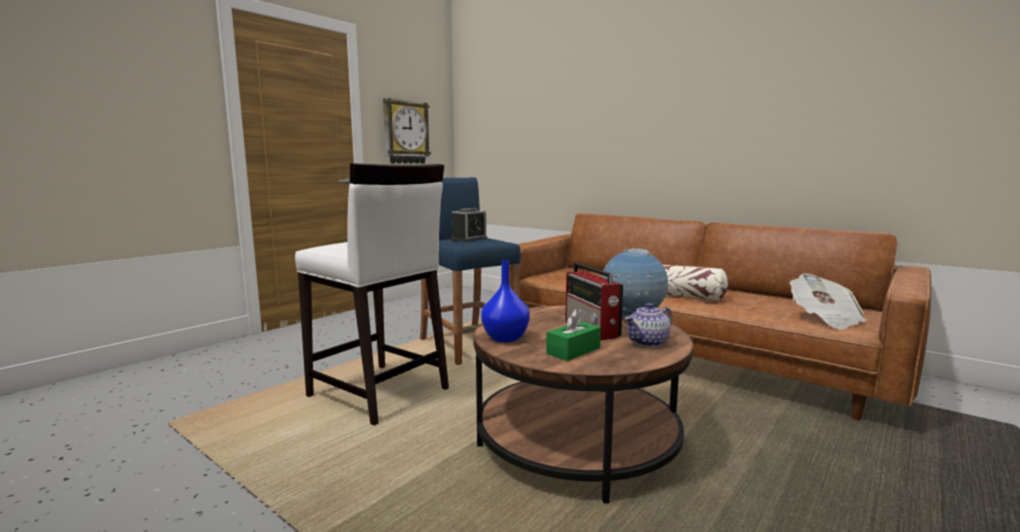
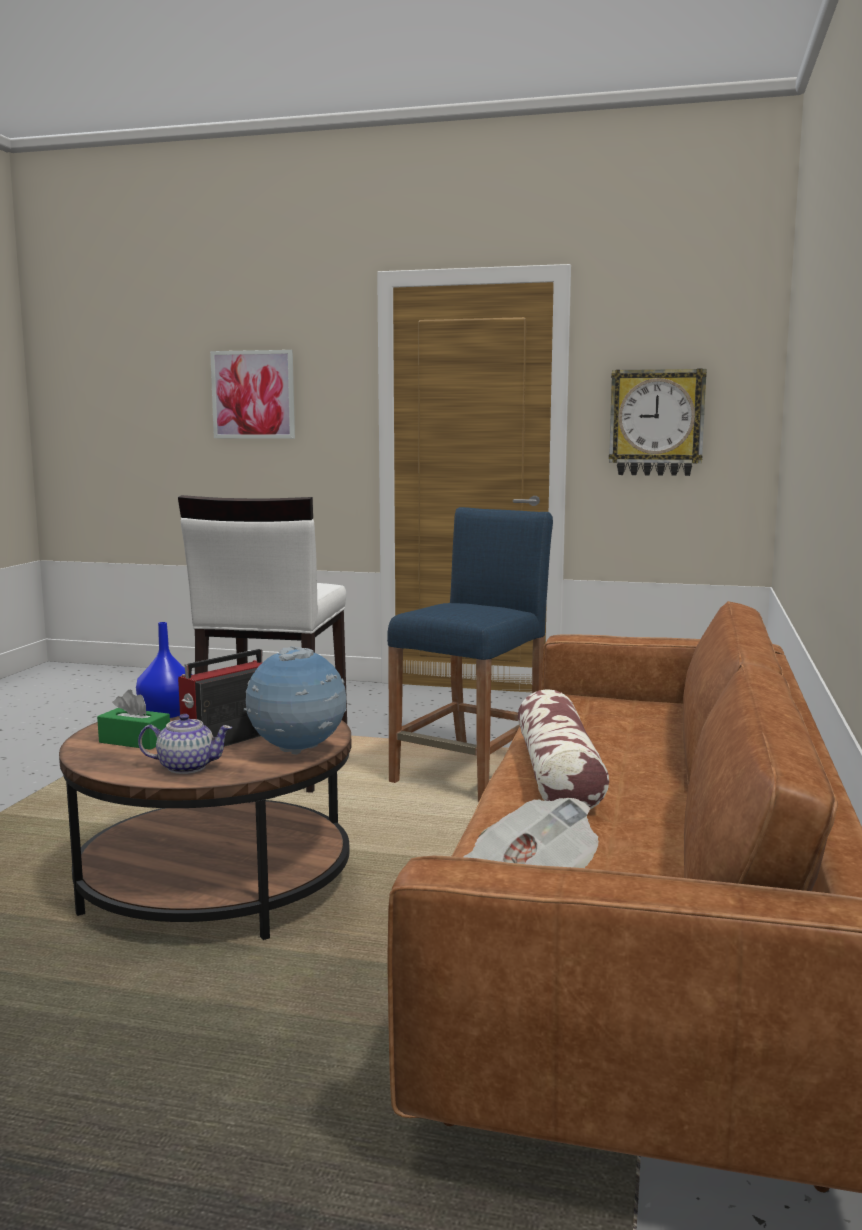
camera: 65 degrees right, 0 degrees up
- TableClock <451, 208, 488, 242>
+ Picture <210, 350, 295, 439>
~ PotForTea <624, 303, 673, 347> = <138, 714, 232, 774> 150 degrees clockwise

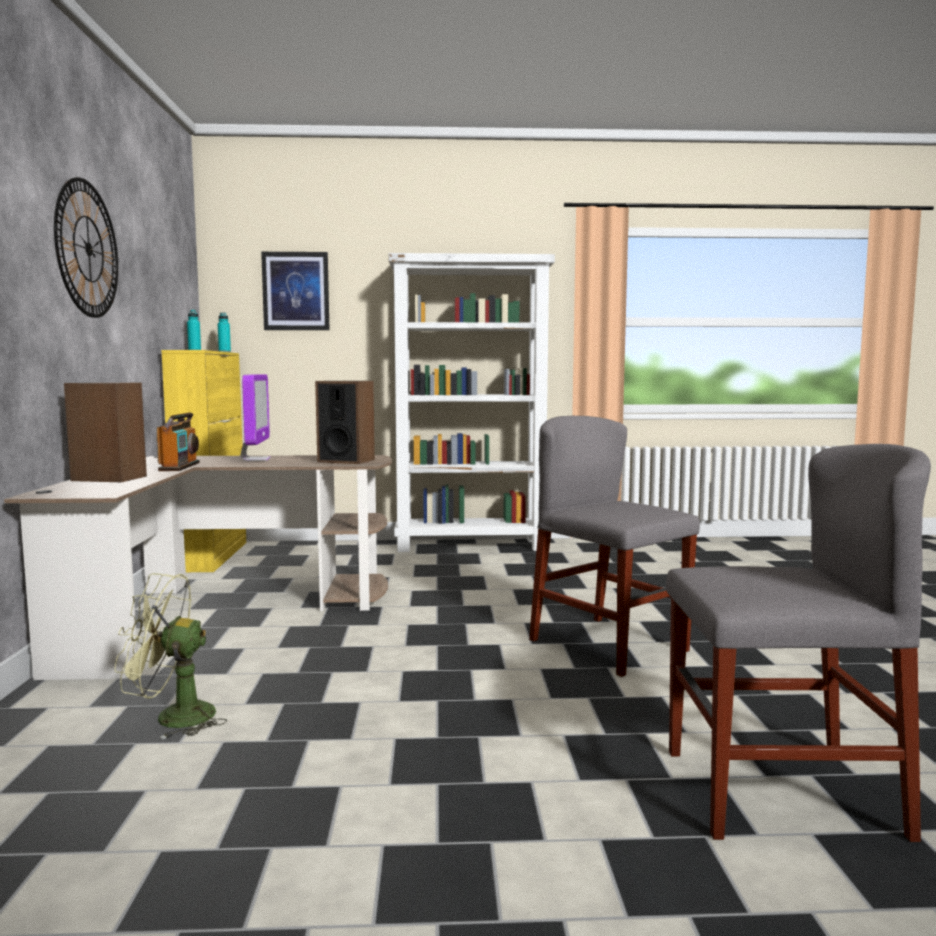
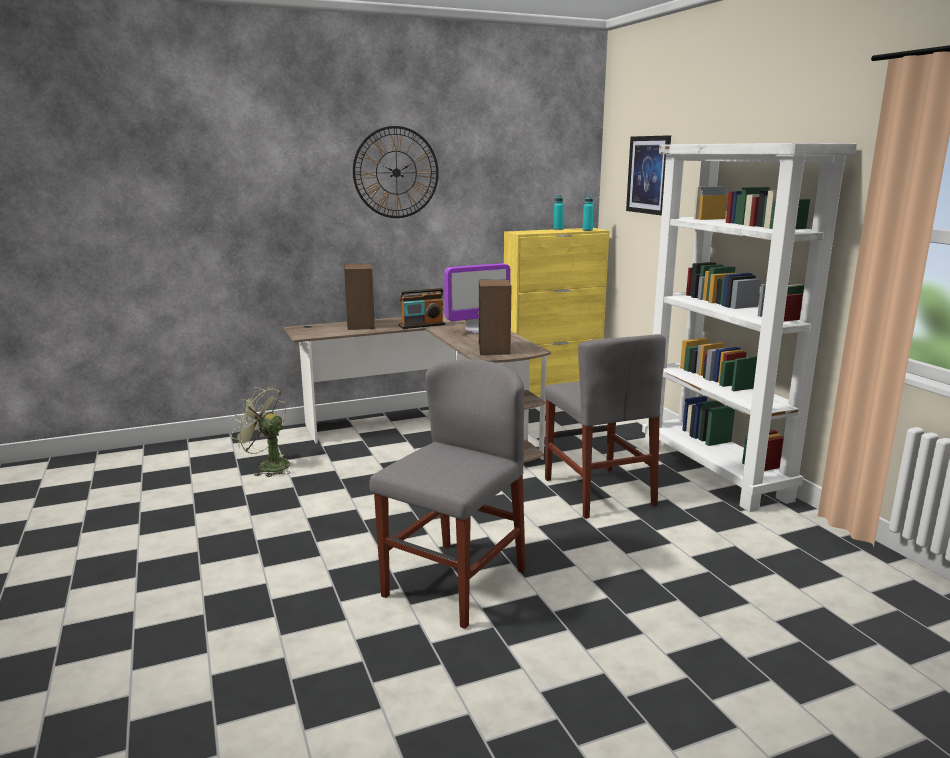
camera: 70 degrees right, 10 degrees up
~ GreyChair <666, 444, 931, 842> to <545, 334, 666, 519>
~ GreenElectricFan <114, 573, 227, 740> = <231, 387, 290, 477> 45 degrees counterclockwise

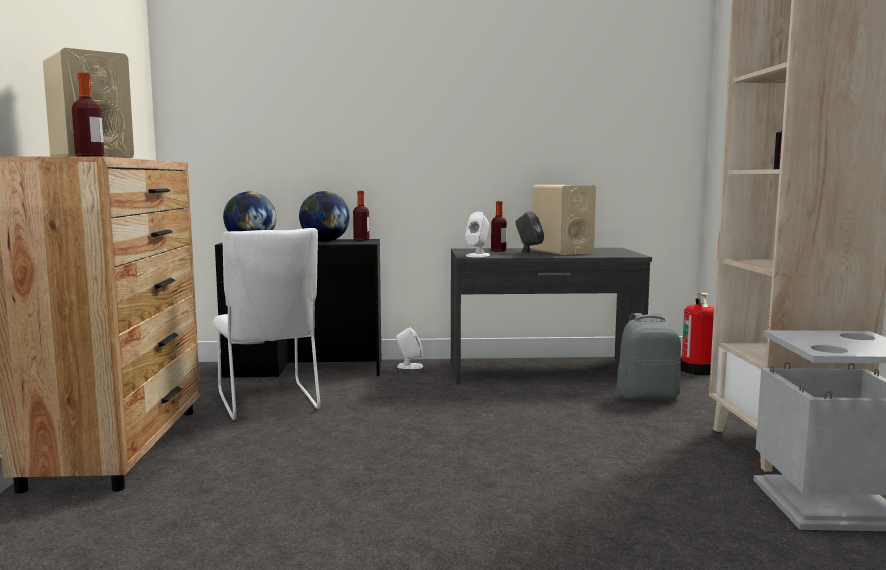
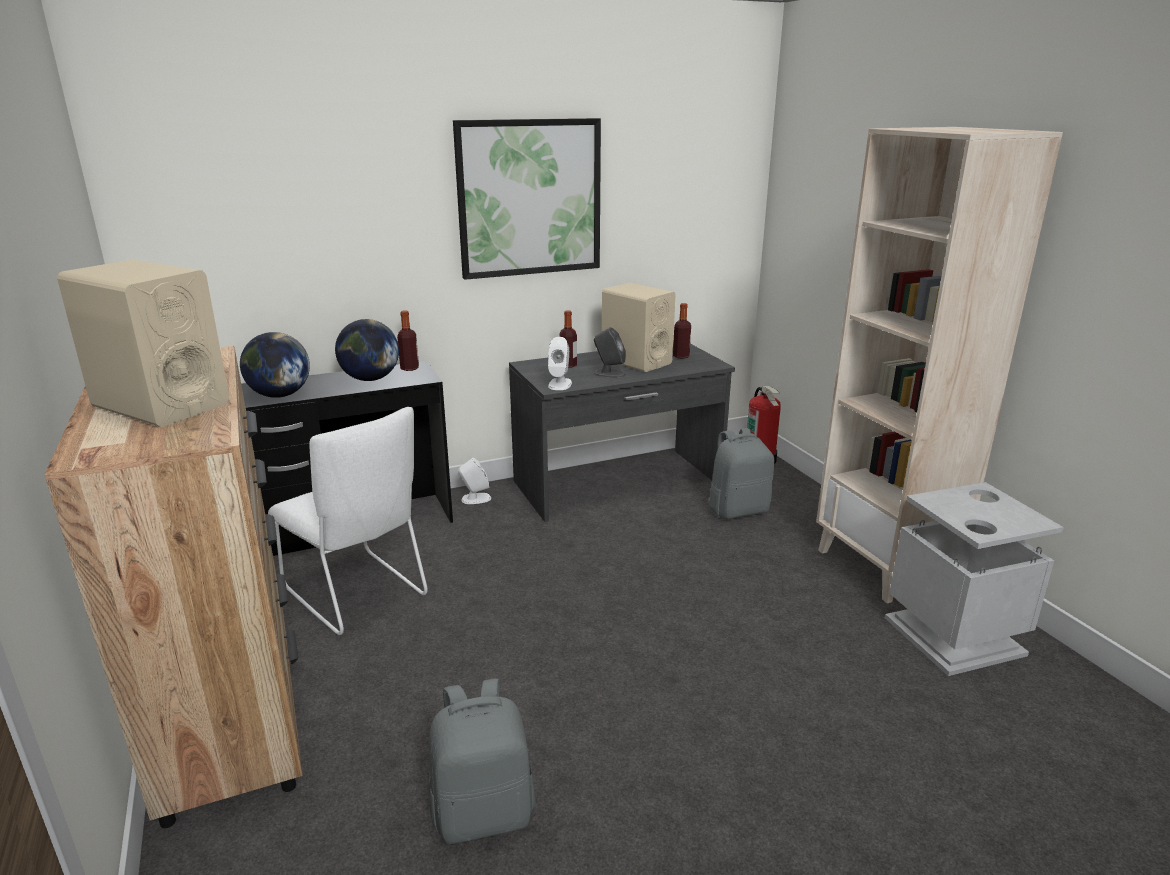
camera: 20 degrees left, 15 degrees up
+ GreyRucksack <429, 678, 536, 844>
+ Picture <453, 118, 601, 280>
~ Bottle <72, 73, 104, 157> to <673, 303, 691, 359>

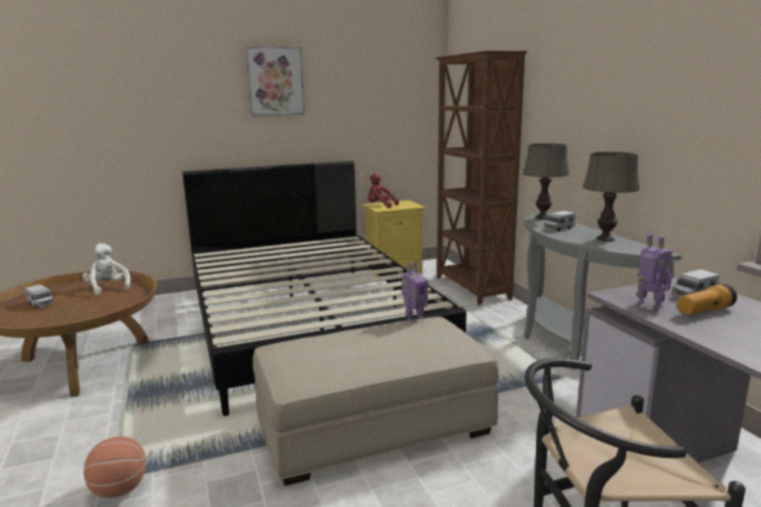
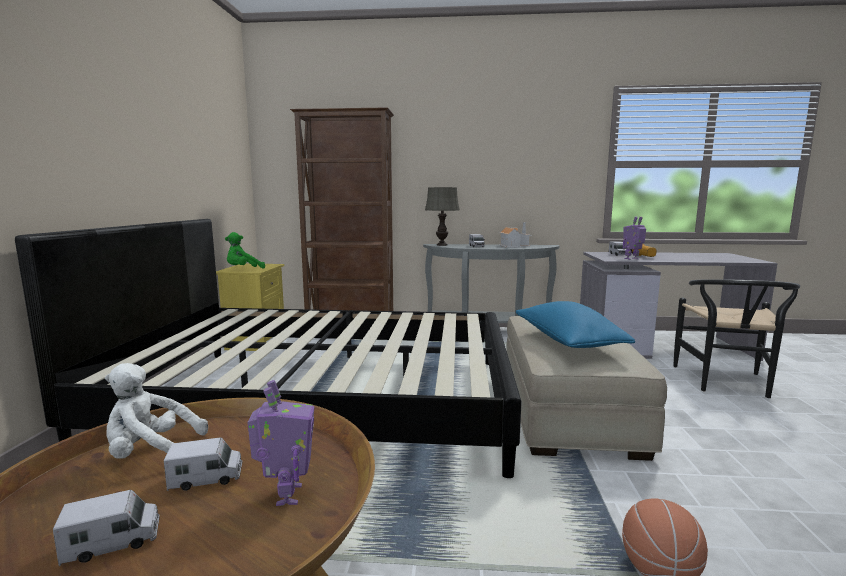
camera: 65 degrees left, 5 degrees down
- Picture <246, 46, 305, 116>
+ ToyTruck <164, 437, 242, 491>
+ BluishCushion <516, 301, 635, 348>
~ RobotFigure <402, 261, 428, 323> to <247, 380, 314, 506>
~ GreyTabletopLamp <583, 152, 640, 242> to ModelHouse <499, 222, 532, 248>
~ RedCuddlyToy <368, 173, 399, 208> to GreenCuddlyToy <225, 232, 265, 268>

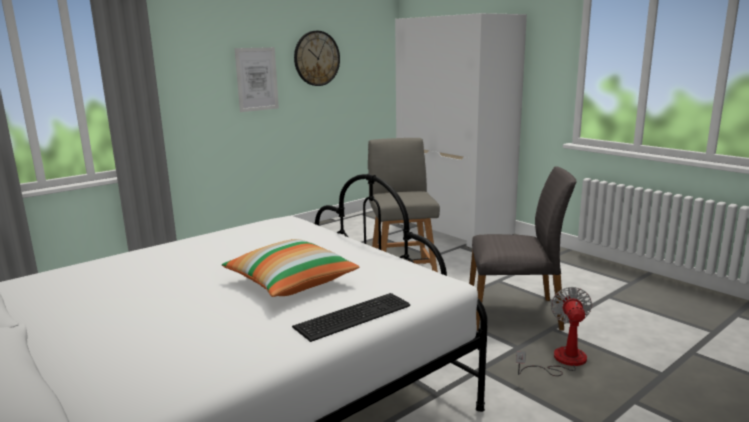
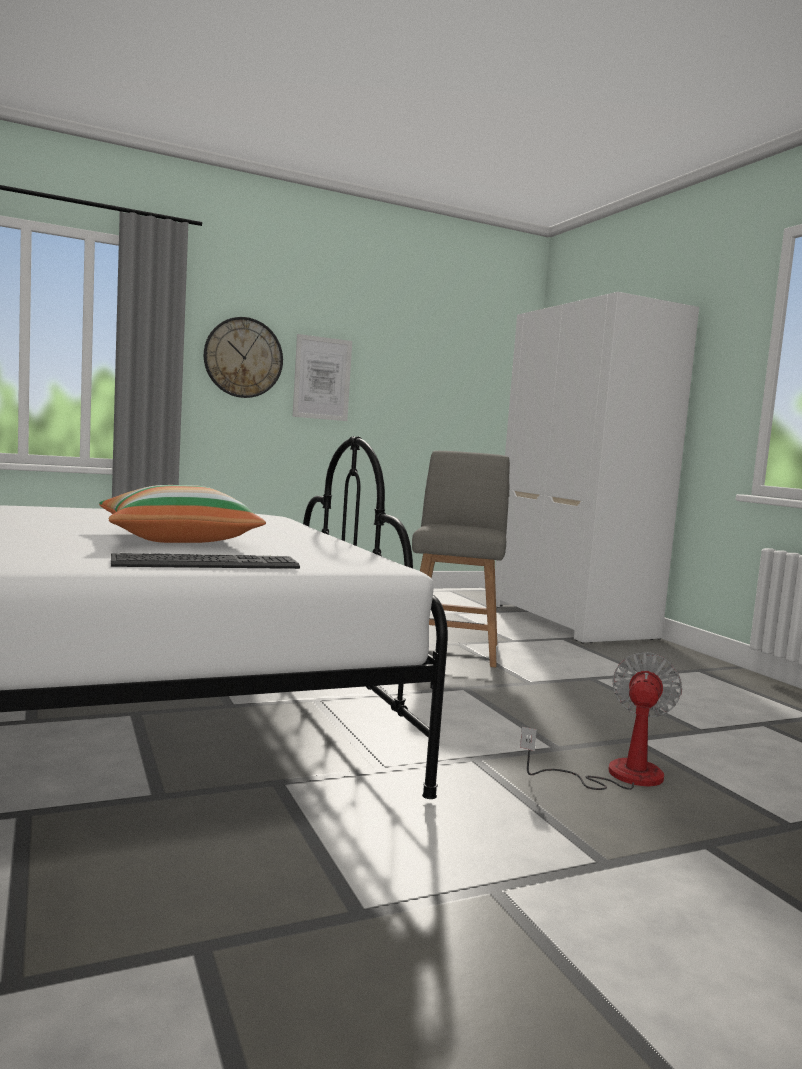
camera: 15 degrees right, 10 degrees down
- GreyChair <469, 167, 576, 331>
~ WallClock <294, 31, 340, 86> to <204, 317, 283, 398>

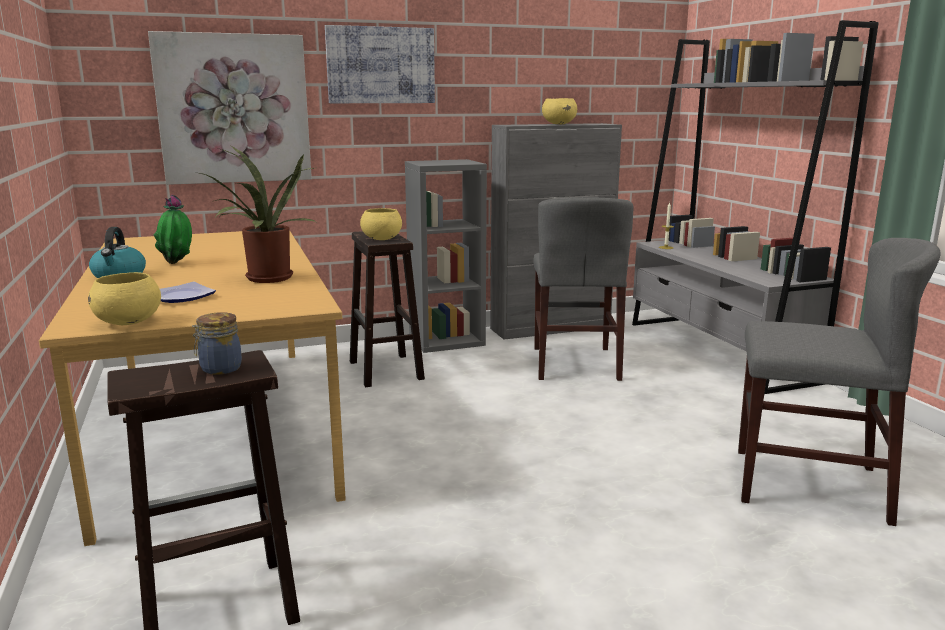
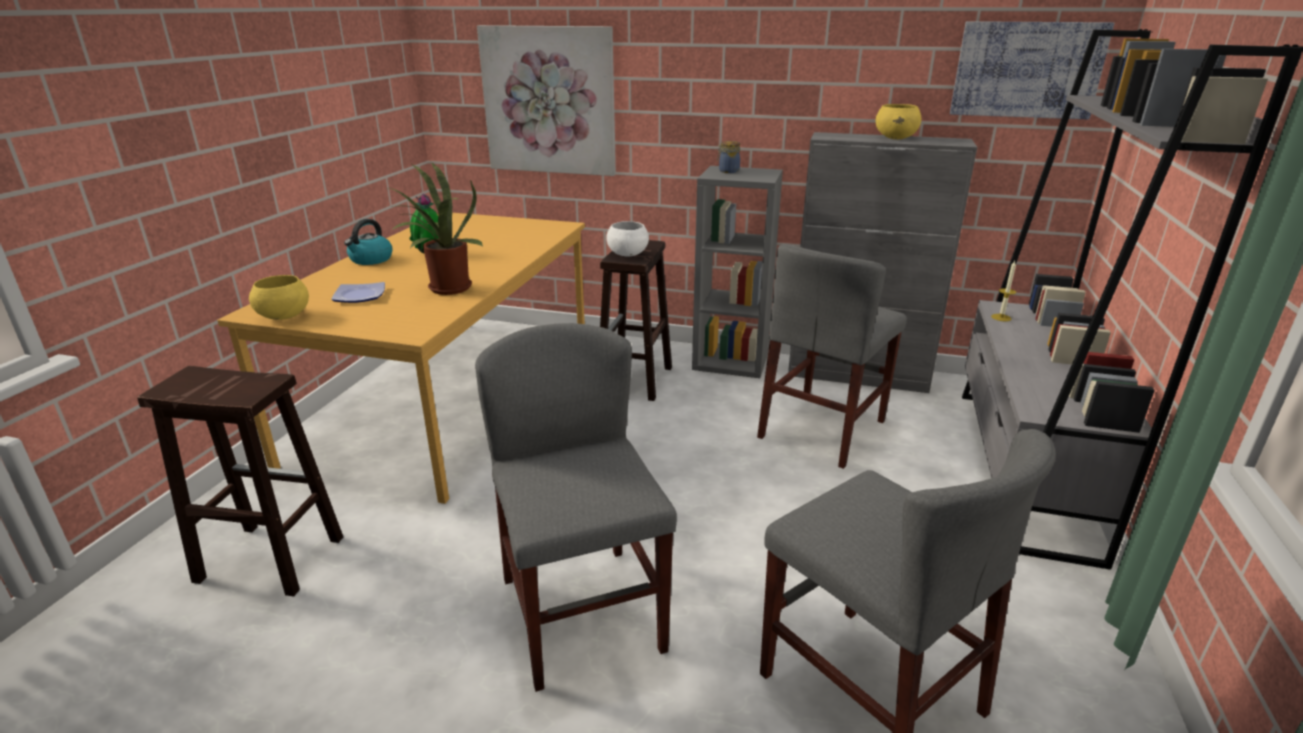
camera: 35 degrees right, 10 degrees up
+ GreyChair <475, 323, 677, 692>
~ StorageJar <192, 312, 242, 375> to <717, 141, 740, 173>
~ Picture <325, 25, 435, 103> to <950, 21, 1114, 119>
~ YellowColouredServingBowl <360, 208, 402, 240> to WhitishServingBowl <606, 221, 649, 256>

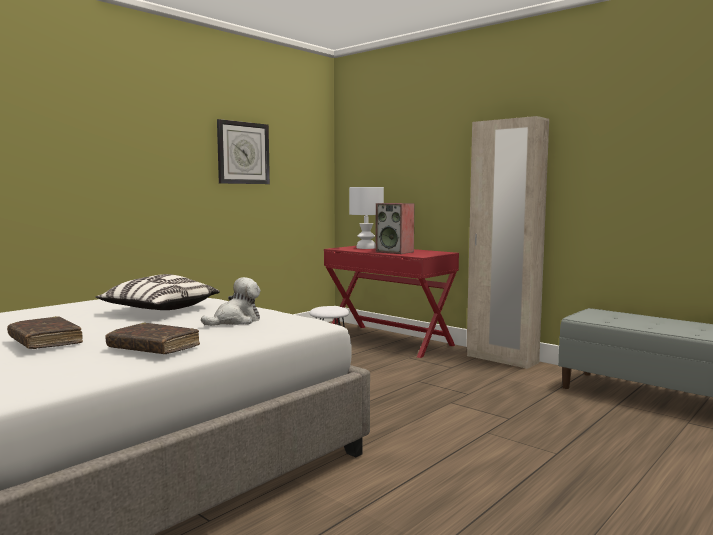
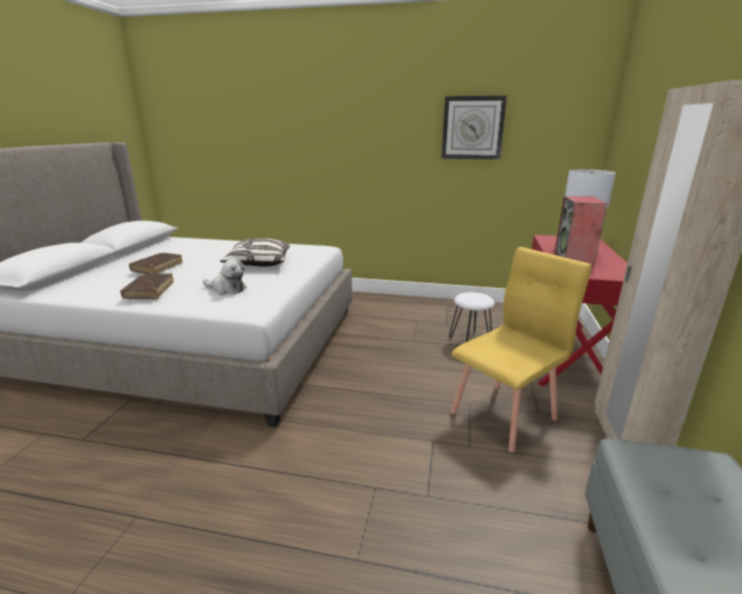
camera: 60 degrees right, 15 degrees up
+ YellowColouredChair <451, 247, 591, 452>

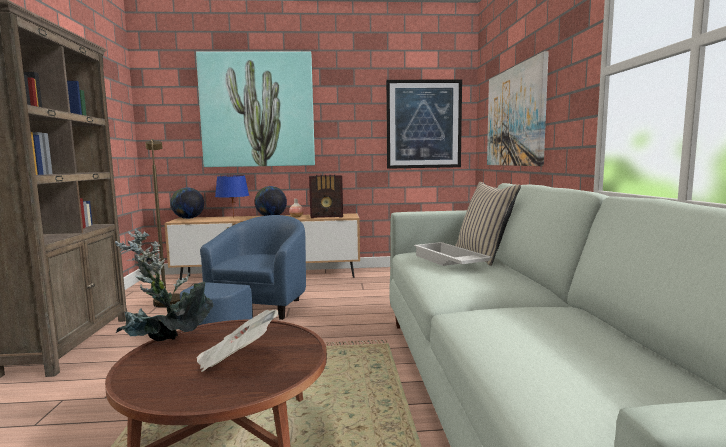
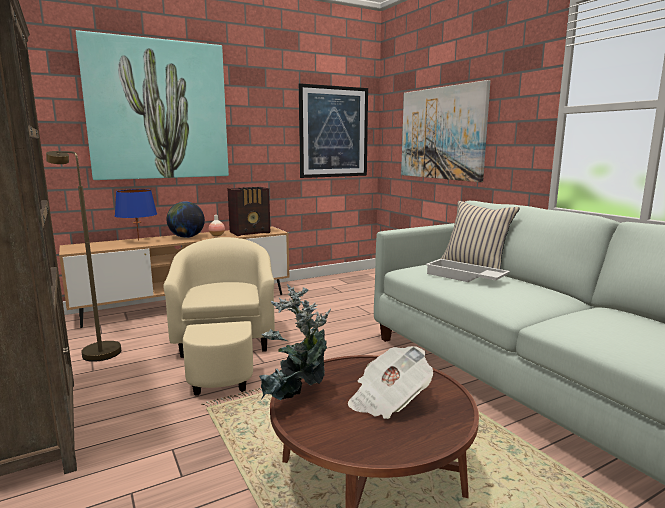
camera: 25 degrees left, 5 degrees up
- DeskGlobe <170, 187, 204, 219>
~ BluishEasyChair <180, 215, 306, 325> to SandColouredEasyChair <163, 237, 275, 396>

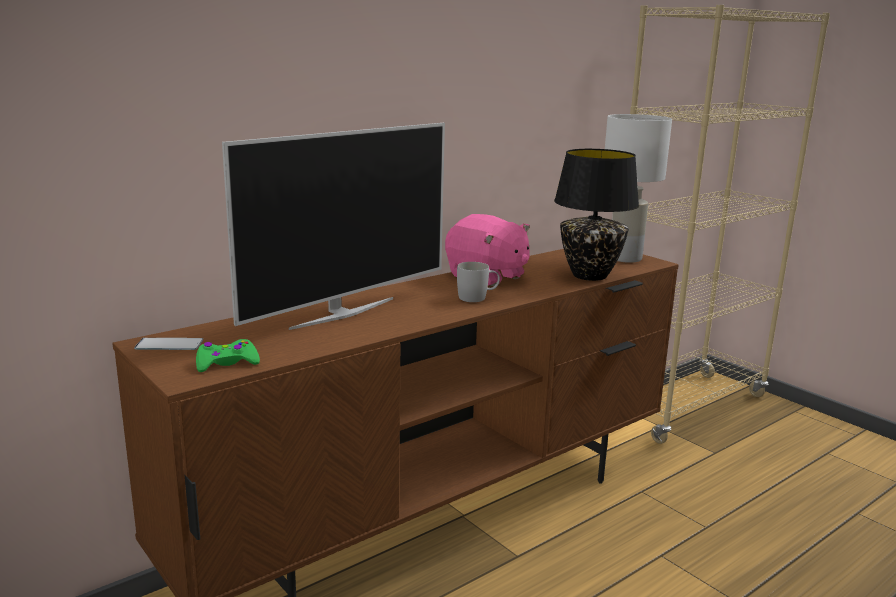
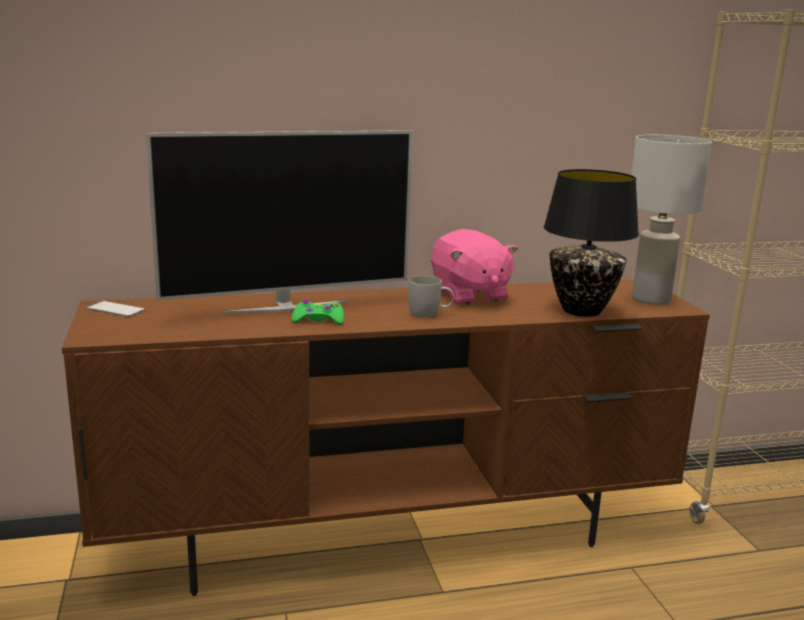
camera: 25 degrees right, 0 degrees up
~ GreenJoypad <196, 339, 260, 372> to <292, 300, 344, 325>

